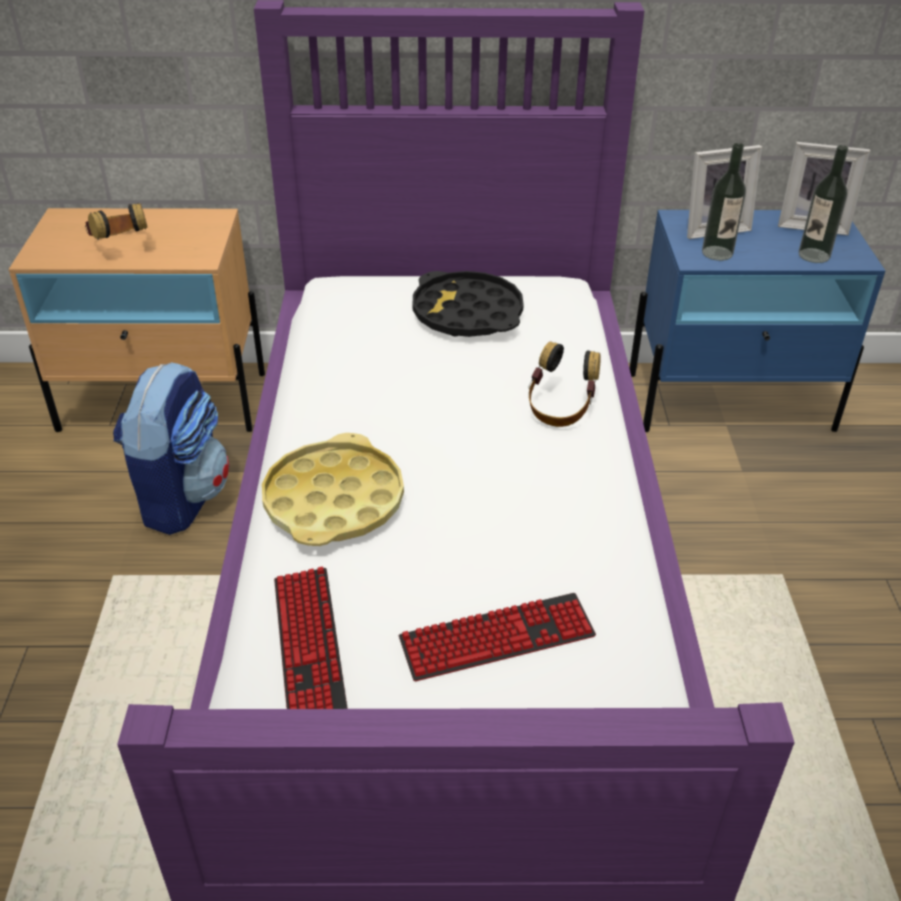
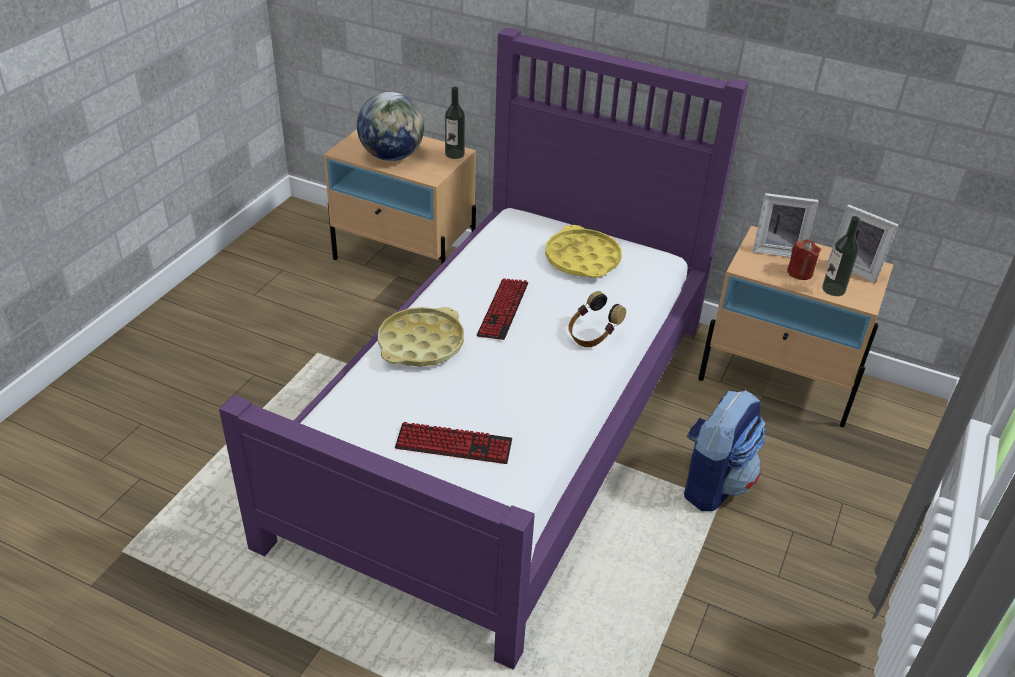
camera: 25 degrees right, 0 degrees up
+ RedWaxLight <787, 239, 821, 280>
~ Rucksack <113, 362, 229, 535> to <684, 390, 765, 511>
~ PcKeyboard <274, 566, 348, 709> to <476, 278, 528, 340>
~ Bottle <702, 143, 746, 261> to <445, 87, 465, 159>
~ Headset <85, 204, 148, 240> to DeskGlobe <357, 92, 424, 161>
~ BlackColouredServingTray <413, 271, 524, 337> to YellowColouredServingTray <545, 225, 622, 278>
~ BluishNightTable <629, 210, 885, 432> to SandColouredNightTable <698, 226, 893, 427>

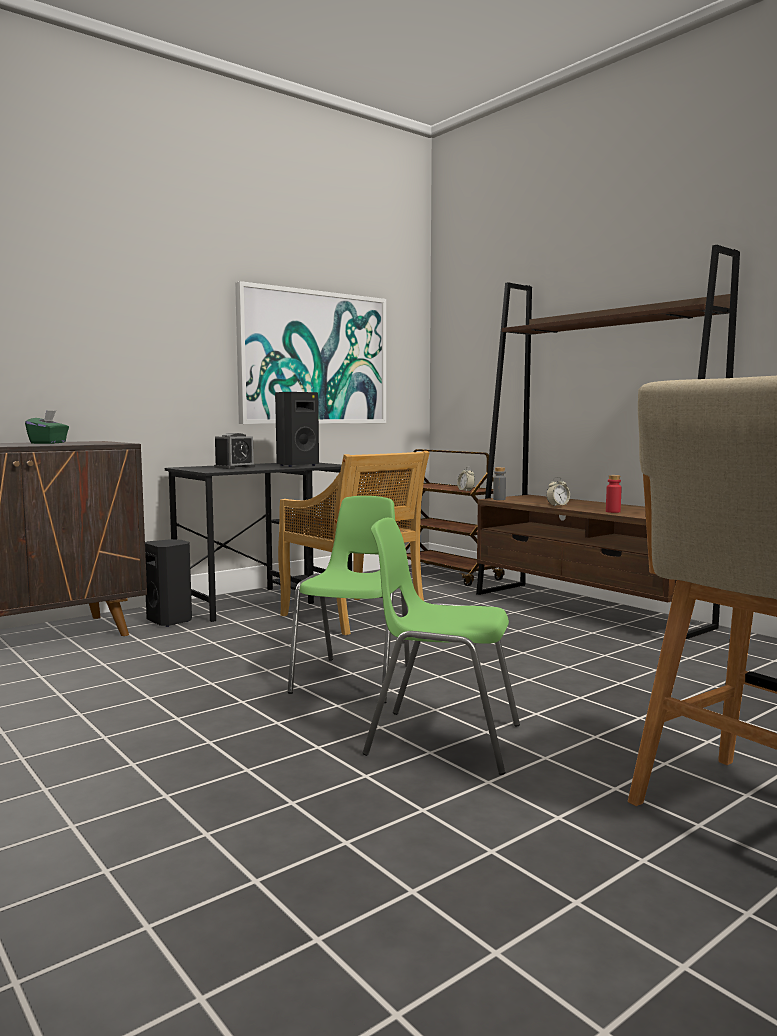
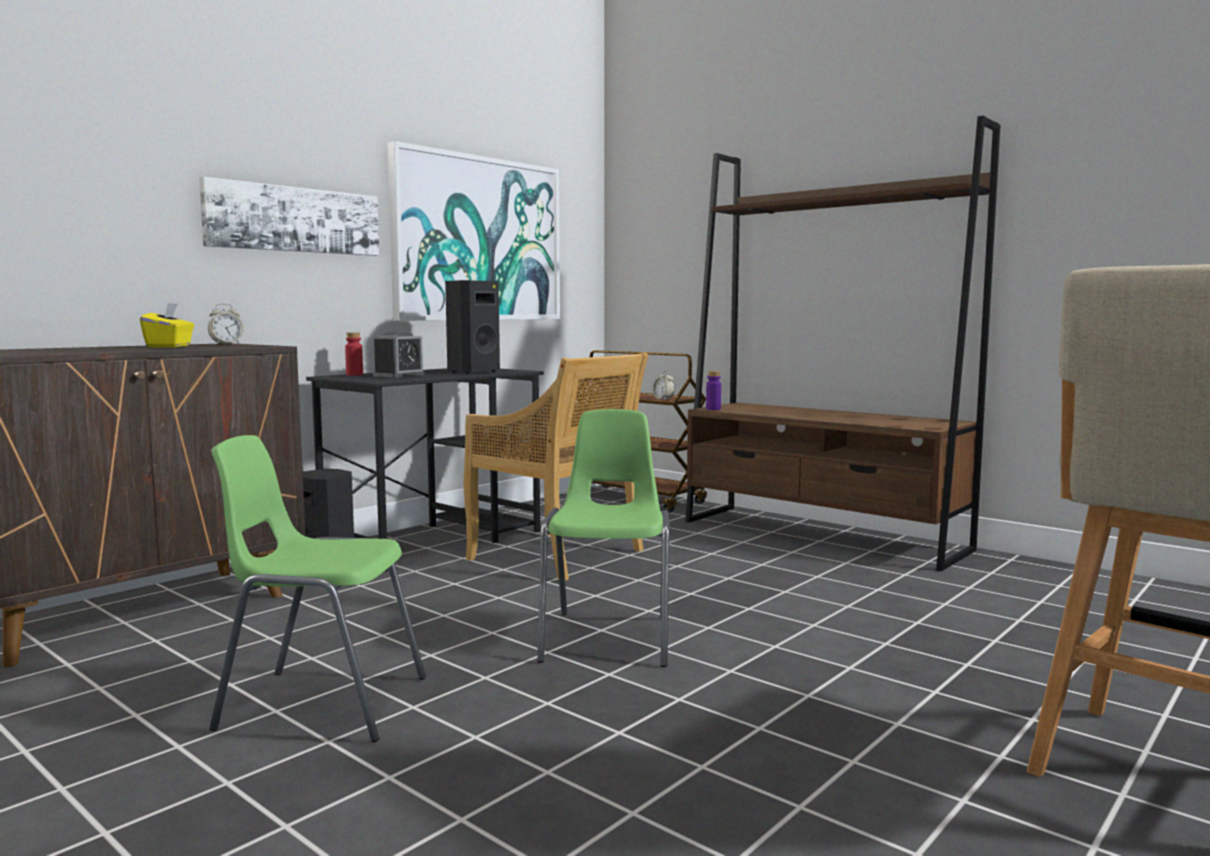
camera: 10 degrees left, 0 degrees up
+ Picture <199, 177, 379, 256>
~ GreenChair <363, 518, 520, 775> to <209, 435, 426, 742>
~ TableClock <546, 477, 570, 506> to <208, 303, 244, 344>
~ RedBottle <606, 475, 622, 513> to <345, 332, 363, 376>
~ GreenTissueHolder <25, 410, 69, 444> to YellowColouredTissueHolder <140, 303, 194, 348>
~ GreyBottle <493, 467, 506, 500> to PurpleColouredBottle <706, 371, 721, 410>

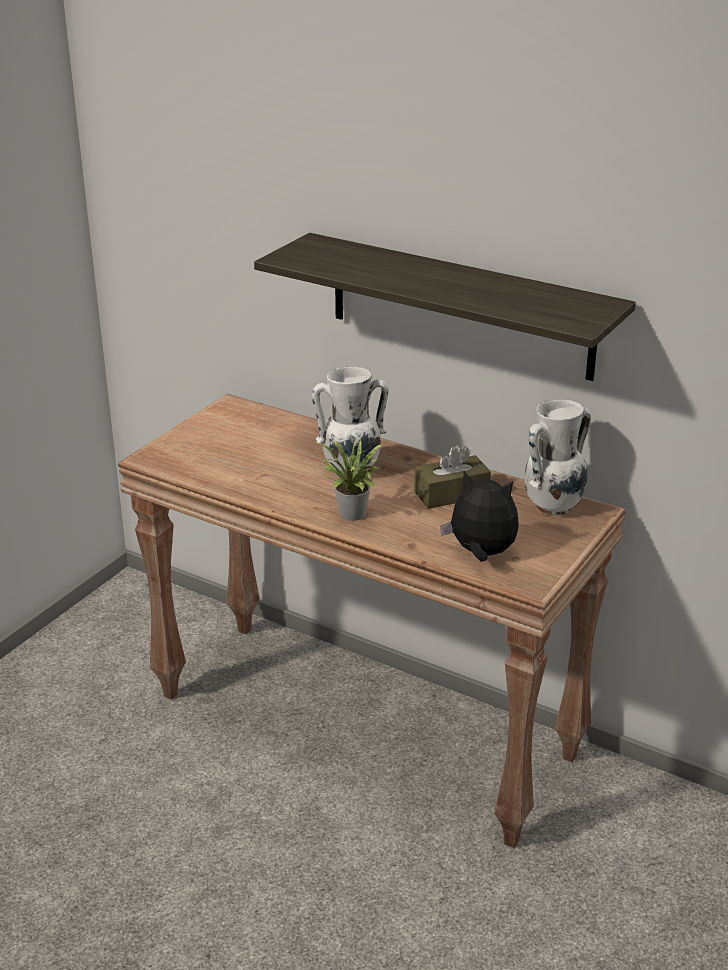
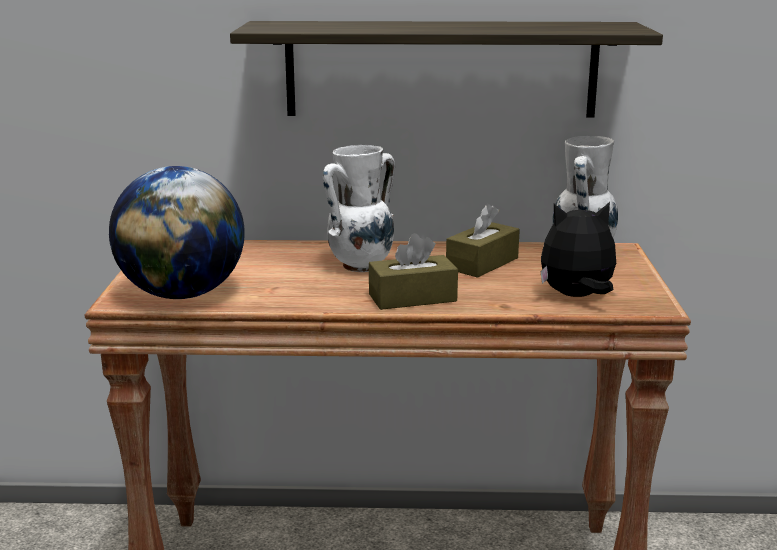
camera: 30 degrees left, 10 degrees down
+ DeskGlobe <109, 166, 245, 299>
~ PlantInAPot <315, 439, 386, 521> to BrownishTissueHolder <369, 233, 458, 310>

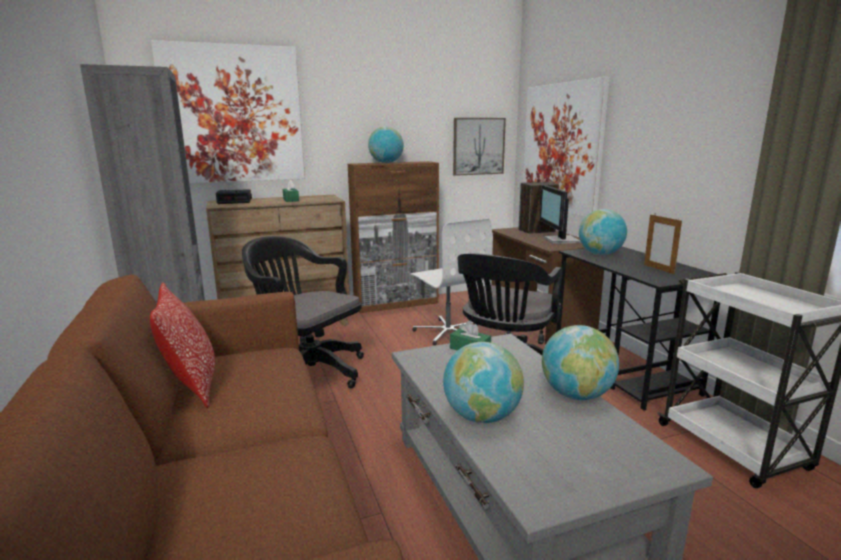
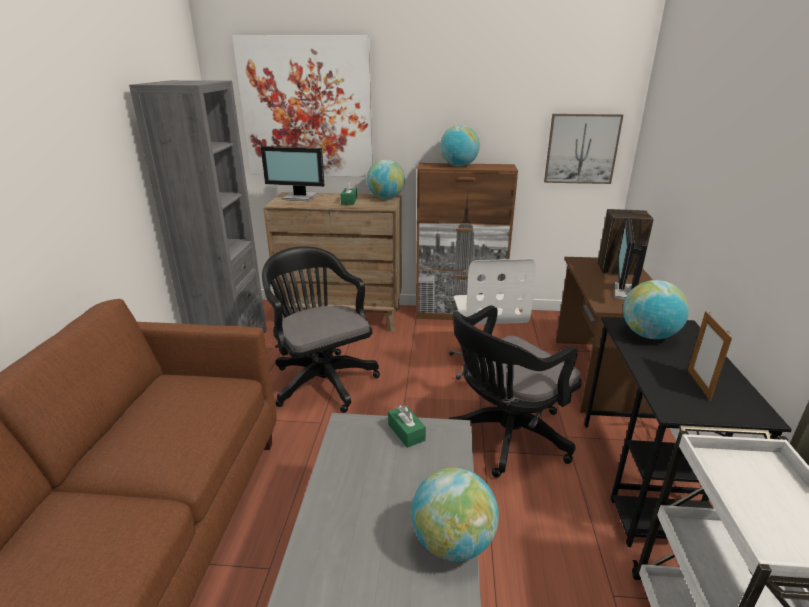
camera: 25 degrees right, 10 degrees up
- Cushion <150, 282, 215, 408>
- Picture <523, 77, 610, 217>
~ DeskGlobe <443, 342, 524, 423> to <367, 159, 405, 199>
~ TableClock <216, 189, 252, 204> to ComputerScreen <261, 146, 325, 201>

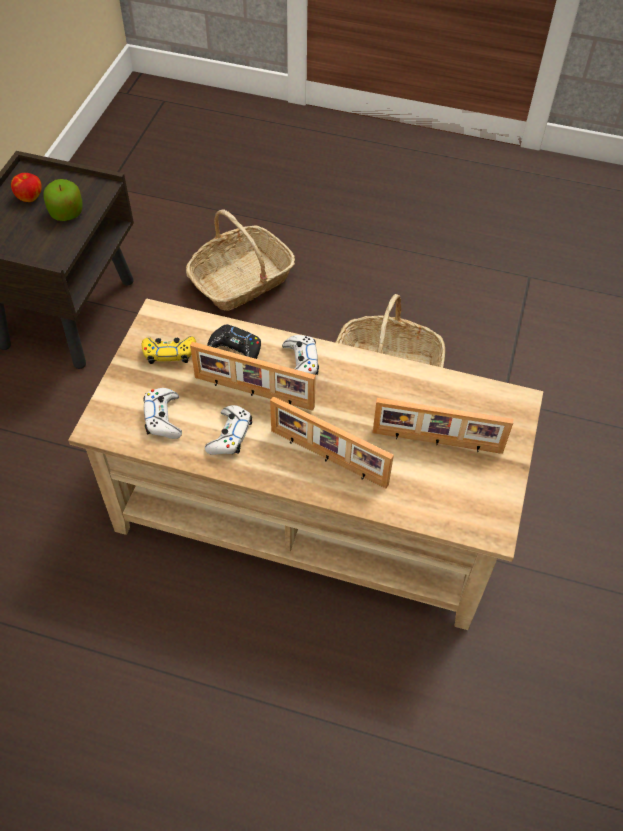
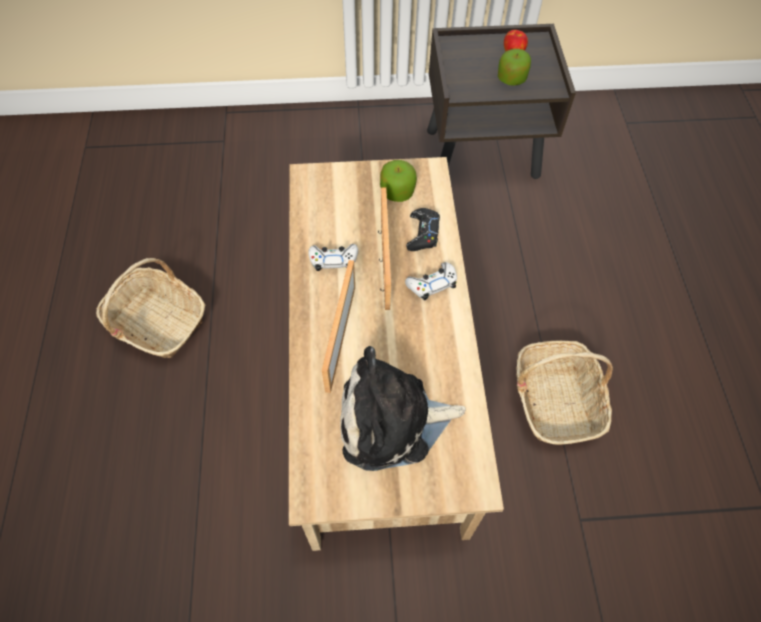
camera: 70 degrees right, 5 degrees up
- WhitishJoypad <143, 388, 182, 439>
~ StorageBasket <186, 210, 295, 311> to <96, 258, 206, 358>
~ YellowColouredJoypad <141, 336, 196, 364> to AppleFruit <380, 160, 417, 202>
~ PictureFrame <373, 398, 513, 454> to CuddlyToy <340, 346, 466, 471>

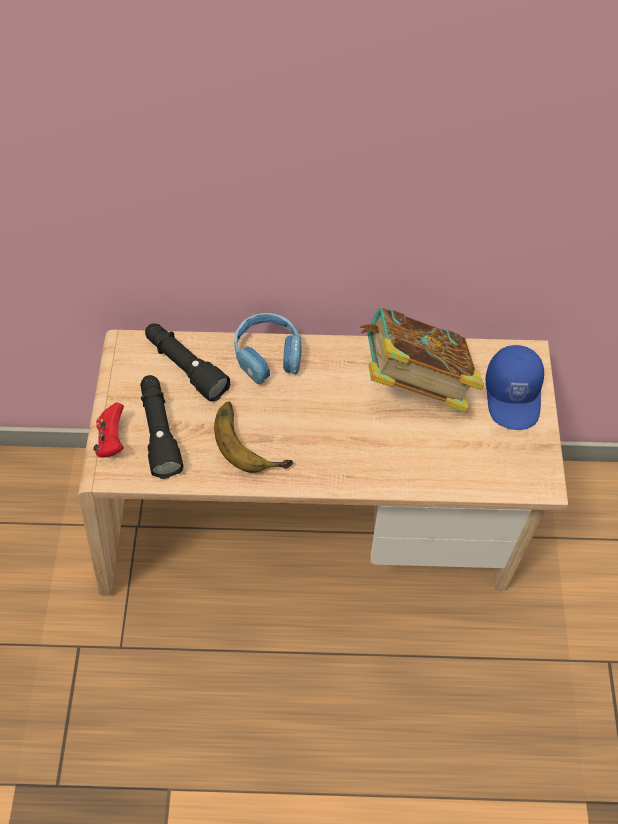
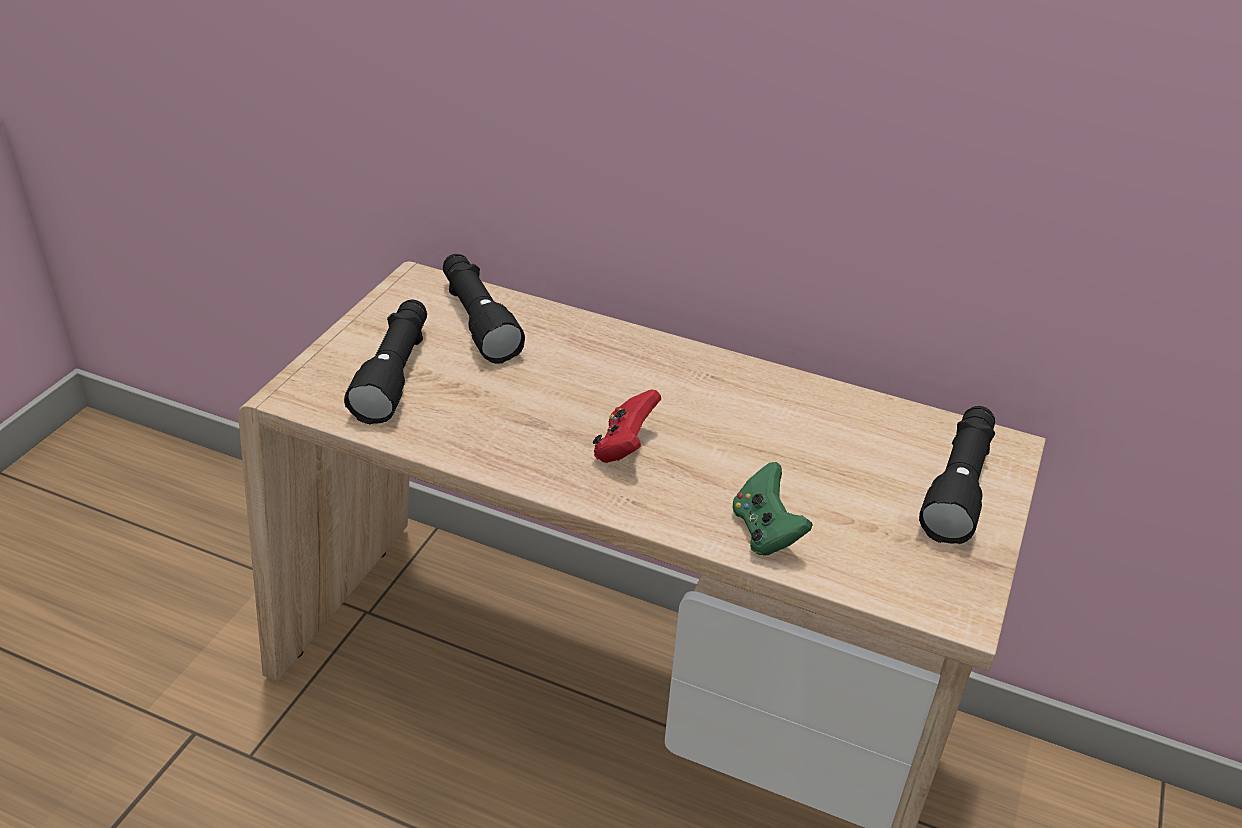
camera: 20 degrees right, 20 degrees down
- Banana <214, 401, 293, 473>
- BluishHeadset <234, 313, 302, 384>
- Volume <360, 308, 484, 413>
+ GreenJoypad <733, 462, 813, 556>
~ RedJoypad <94, 402, 124, 458> to <593, 389, 661, 463>
~ BluishCap <485, 345, 544, 430> to BlackColouredHandTorch <919, 406, 995, 544>

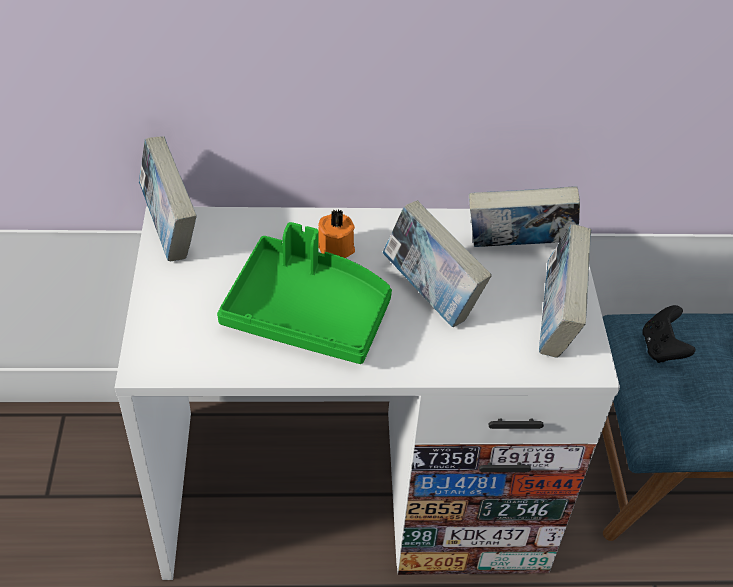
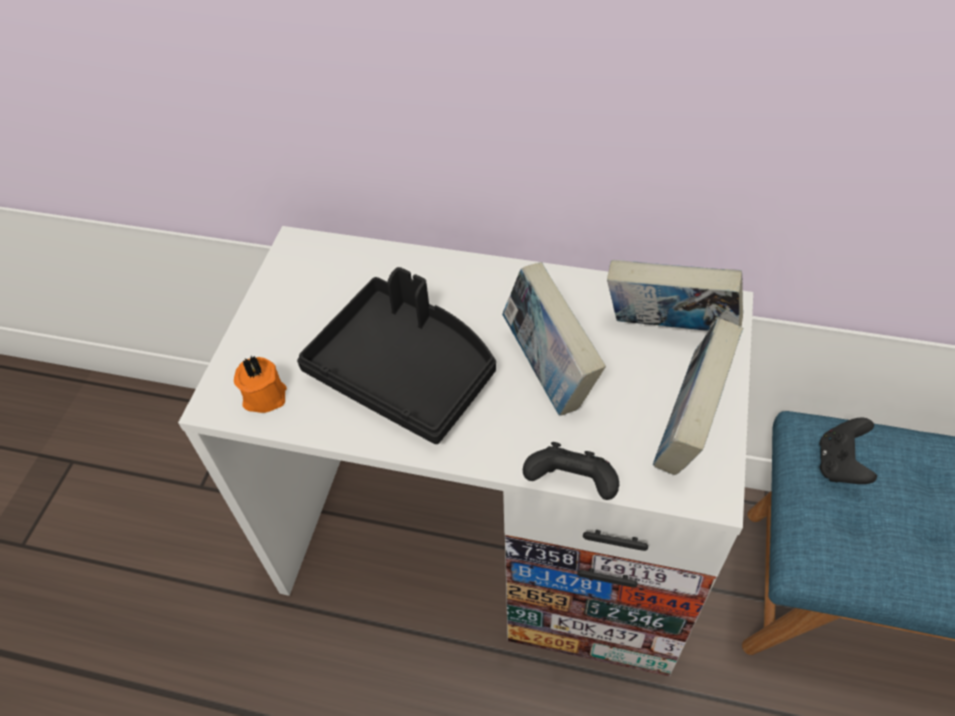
camera: 20 degrees right, 5 degrees up
- Volume <139, 136, 196, 261>
+ BlackColouredJoypad <523, 442, 619, 500>
~ OrangeWaxLight <318, 209, 355, 258> to <234, 356, 287, 413>
~ GreenServingTray <217, 222, 392, 364> to BlackColouredServingTray <297, 267, 496, 444>

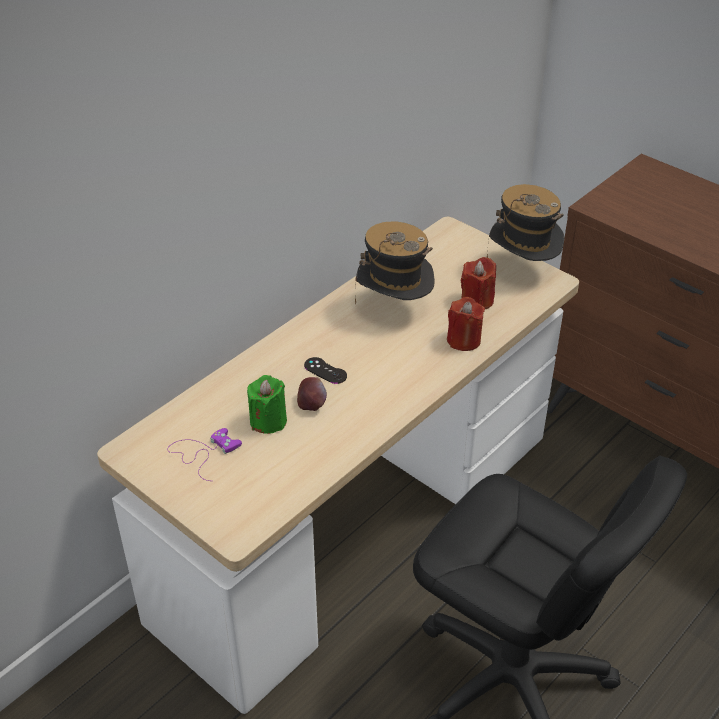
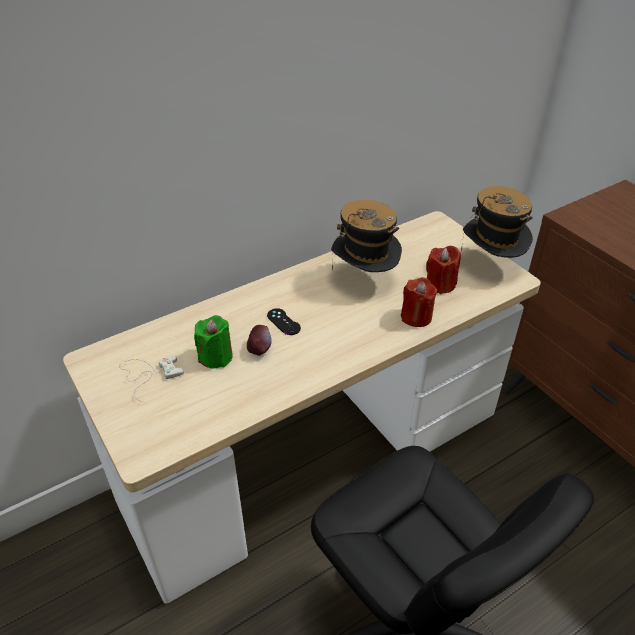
camera: 15 degrees right, 0 degrees up
~ PurpleColouredJoypad <167, 428, 242, 481> to WhitishJoypad <119, 356, 184, 402>

